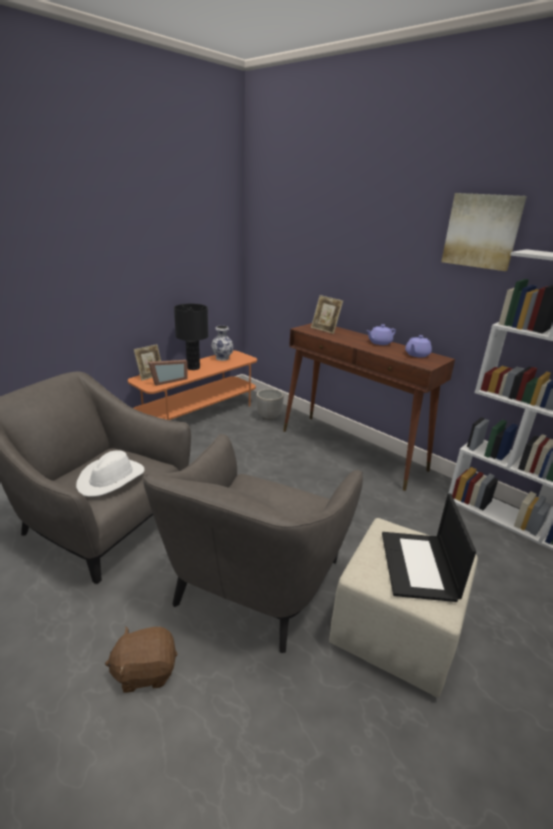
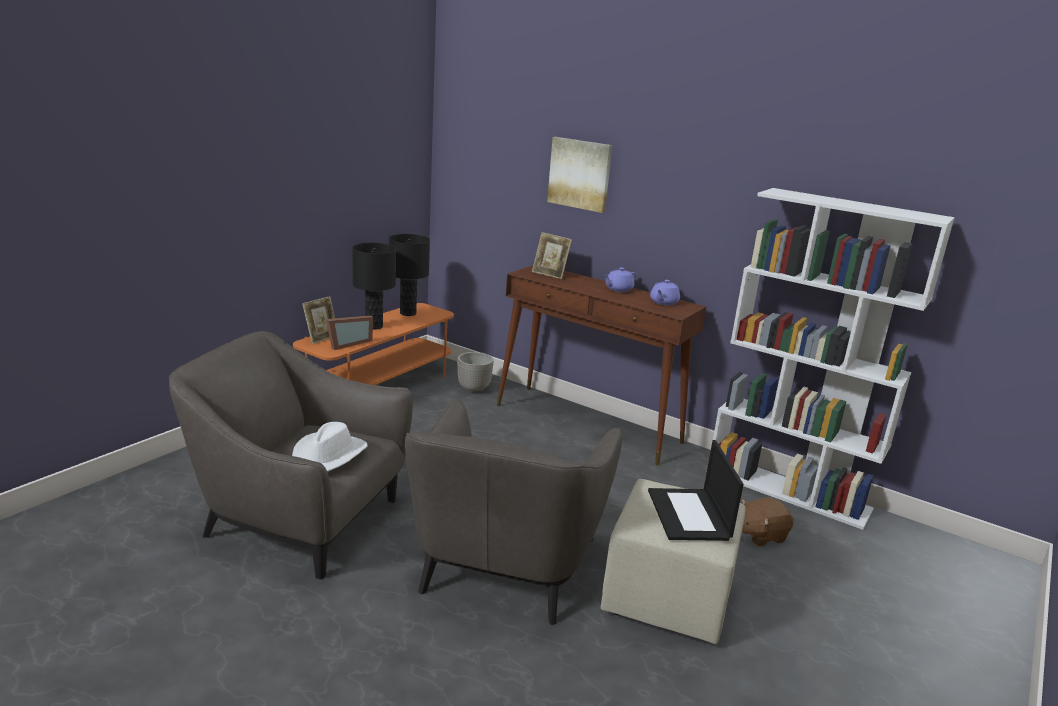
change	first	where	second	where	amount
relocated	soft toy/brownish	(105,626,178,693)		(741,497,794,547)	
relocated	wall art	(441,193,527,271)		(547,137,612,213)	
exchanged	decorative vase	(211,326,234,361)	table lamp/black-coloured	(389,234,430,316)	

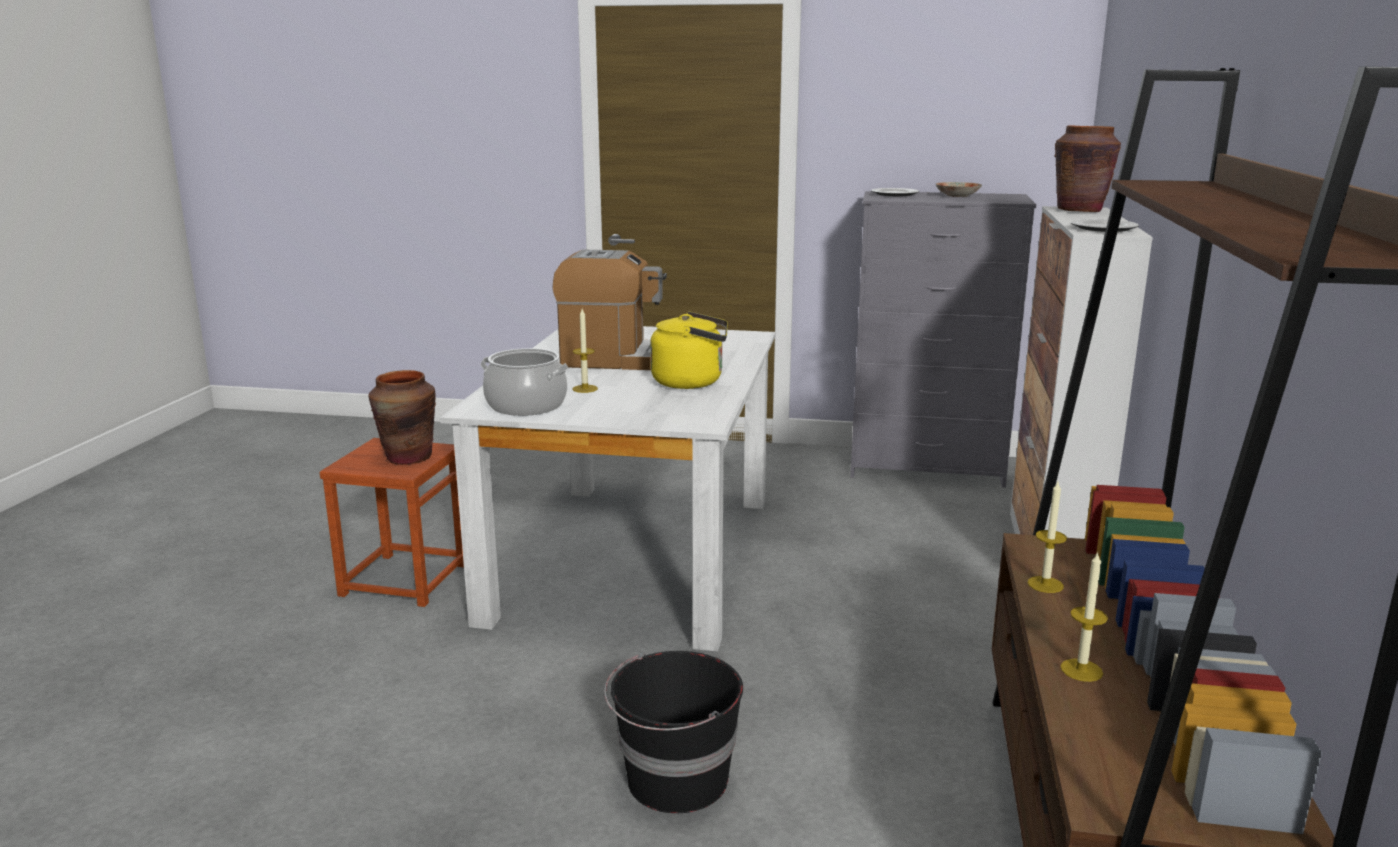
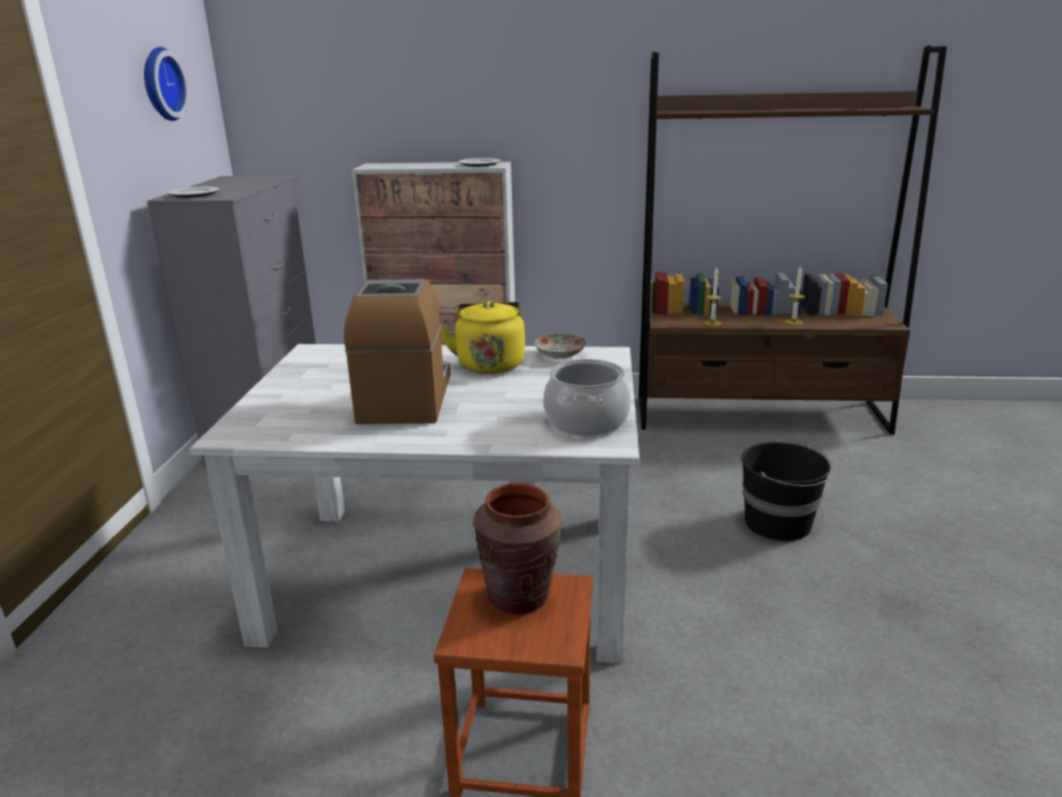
change	first	where	second	where	amount
missing	wax light	(572,309,598,393)			
missing	decorative vase/brownish	(1055,125,1121,212)			
appeared			wall clock	(144,47,189,121)	
relocated	flat dish	(936,182,982,197)		(534,334,586,359)	

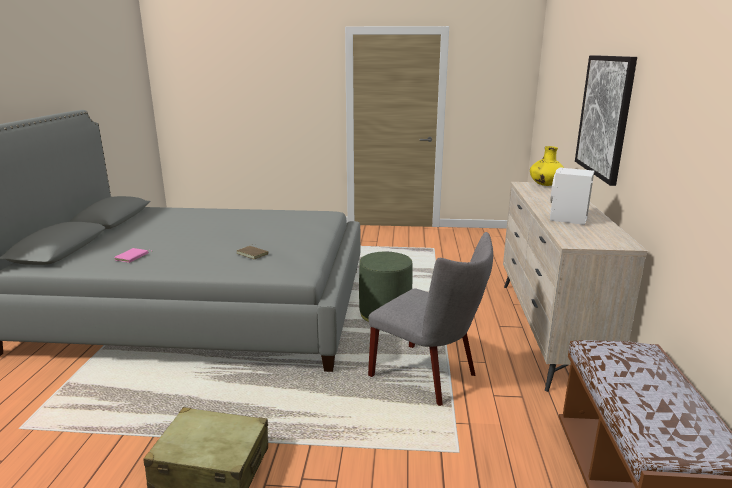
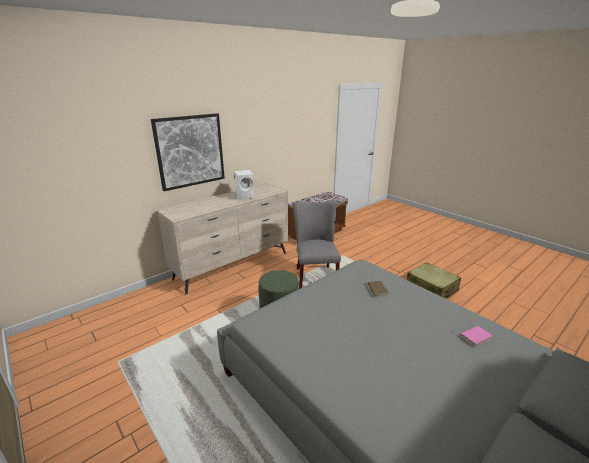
change	first	where	second	where	amount
missing	decorative vase/yellow	(530,146,564,186)			

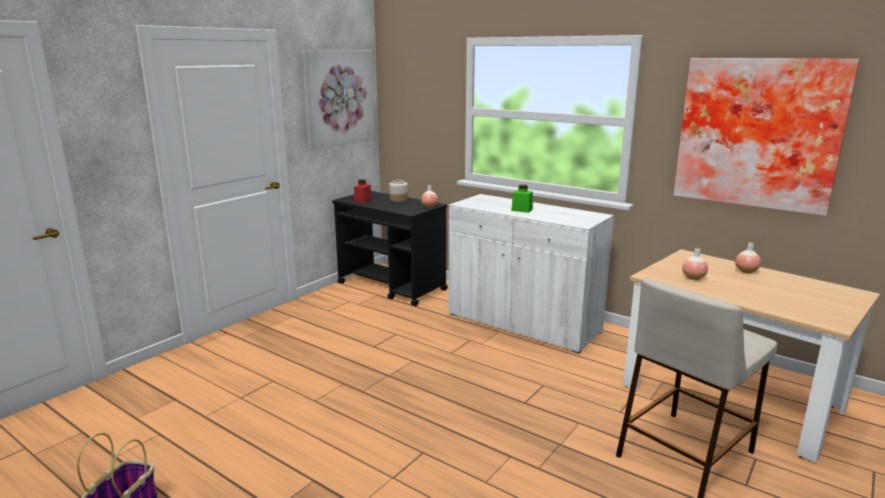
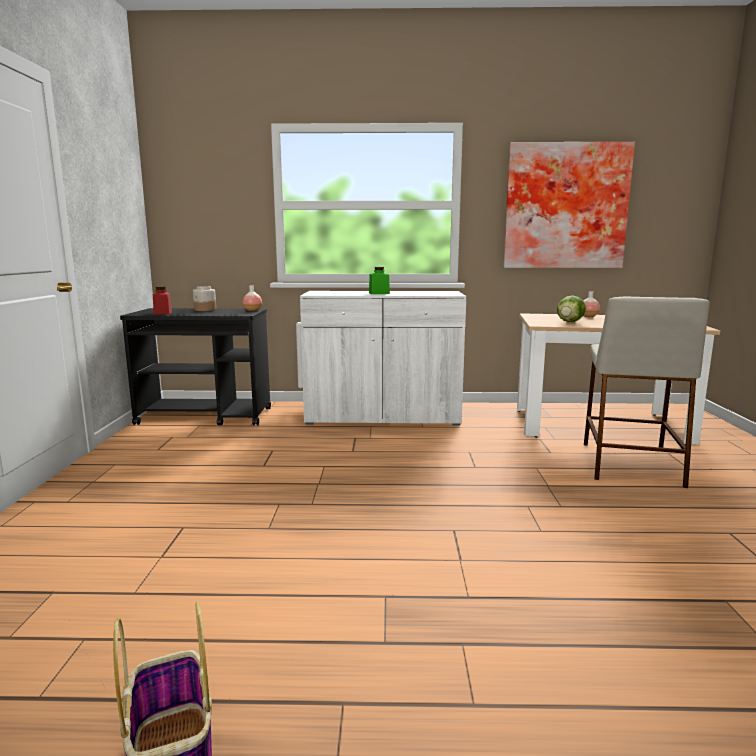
change	first	where	second	where	amount
missing	wall art	(301,50,375,150)			
exchanged	decorative vase	(682,248,708,280)	lettuce	(557,296,586,322)	

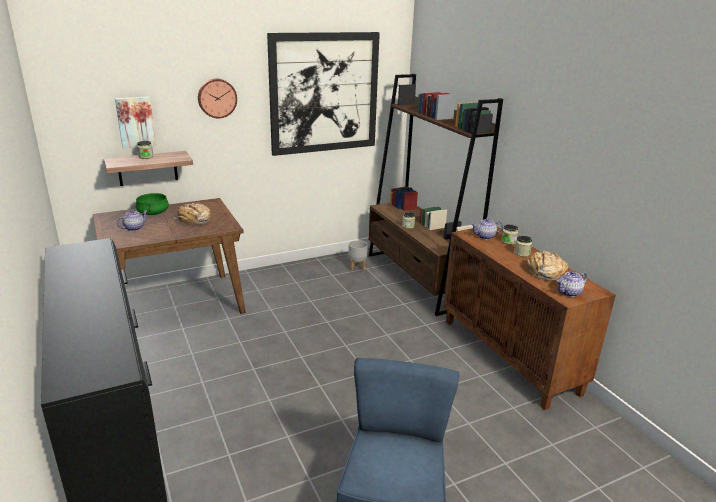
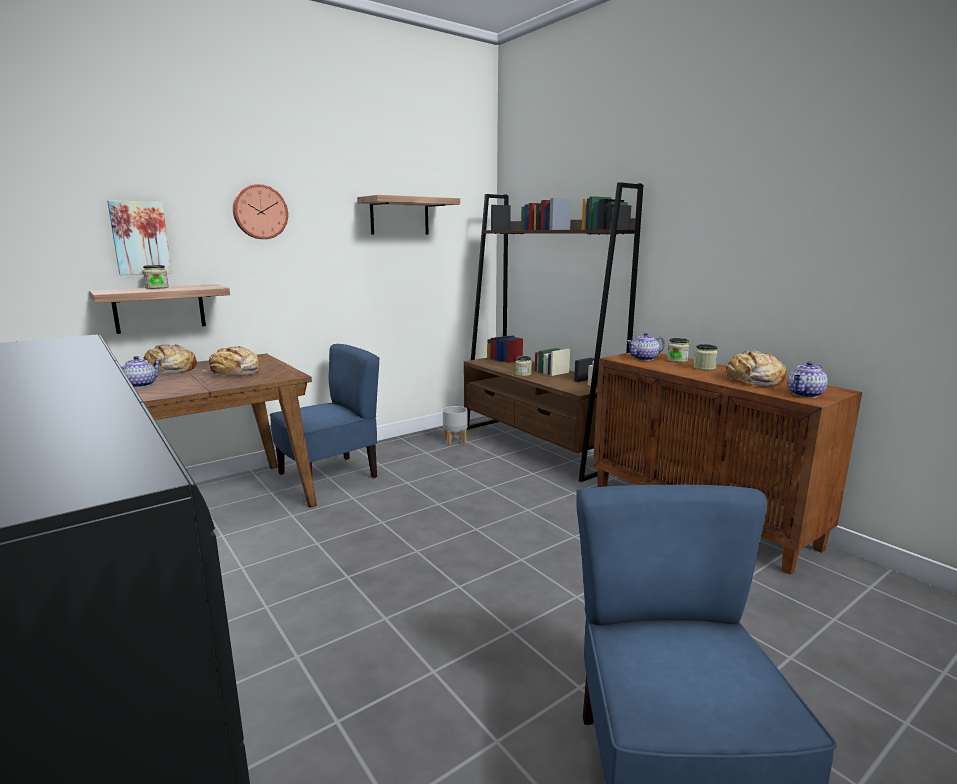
change	first	where	second	where	amount
appeared			chair/bluish	(270,344,379,478)	
exchanged	stockpot/greenish	(136,193,169,215)	baked bread	(144,344,197,374)	
exchanged	wall art	(267,32,380,156)	bracket shelf	(357,195,460,235)	

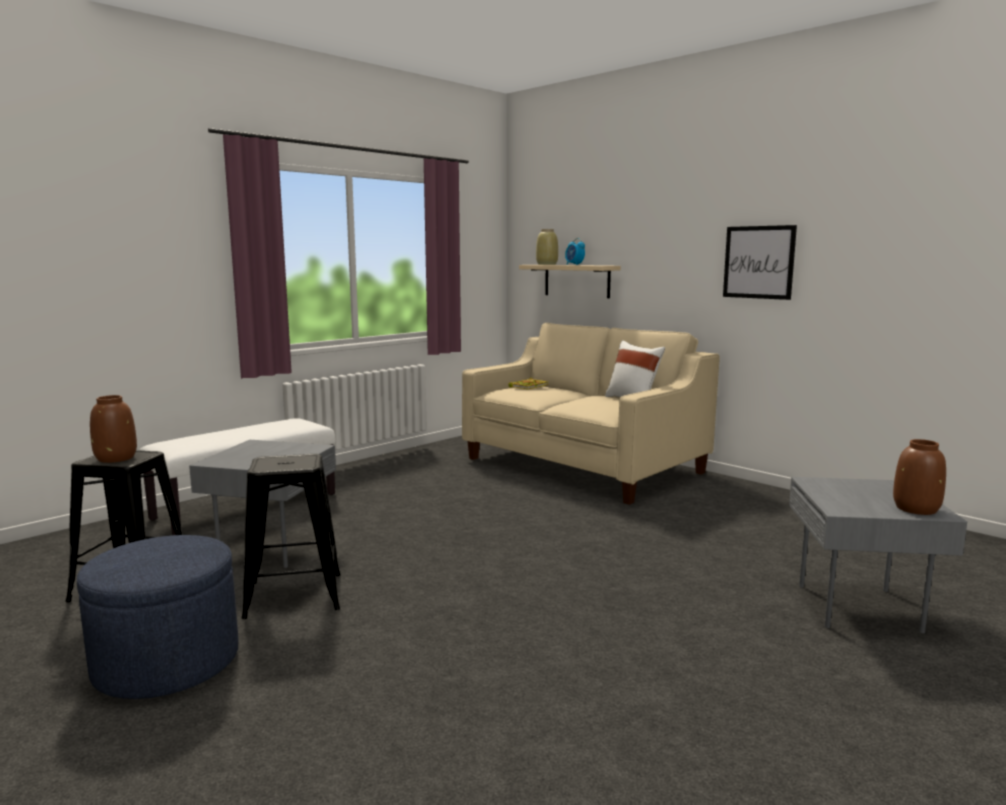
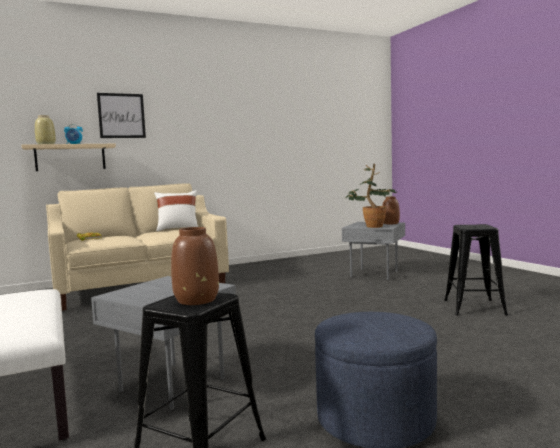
change	first	where	second	where	amount
appeared			plant in a pot	(346,164,396,228)	
relocated	stool/black-coloured	(241,454,341,619)		(444,224,508,316)	
relocated	wall art	(723,225,797,300)		(97,93,146,138)	

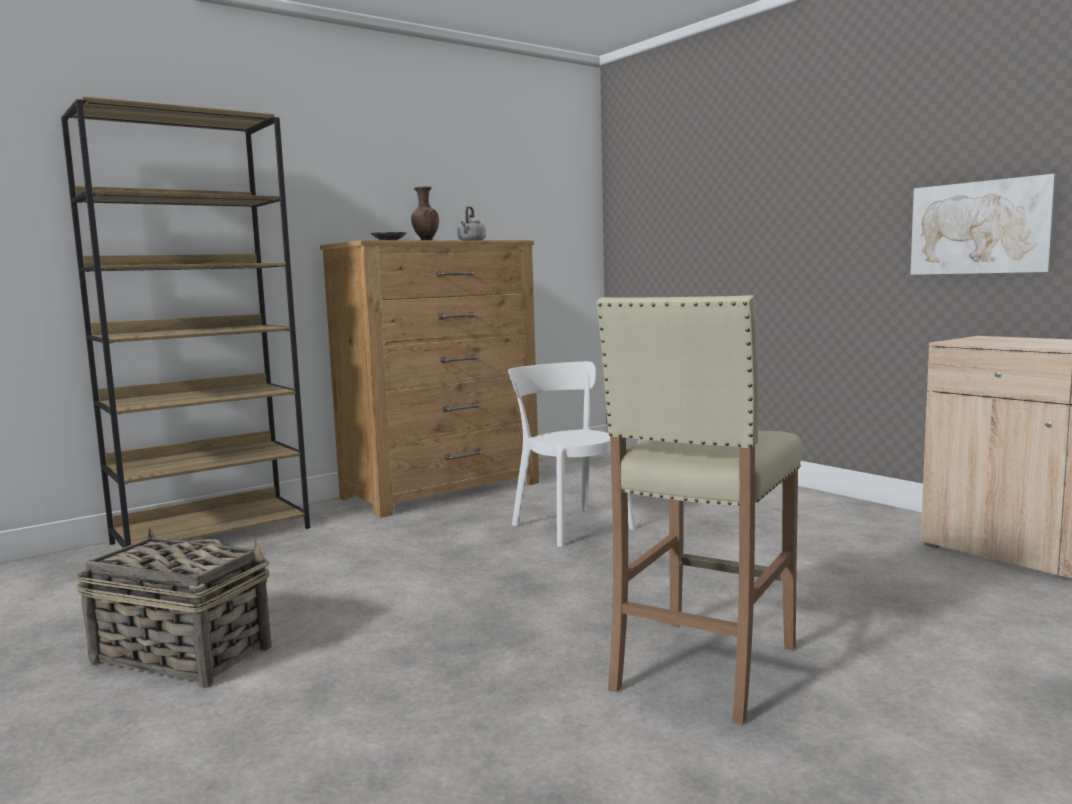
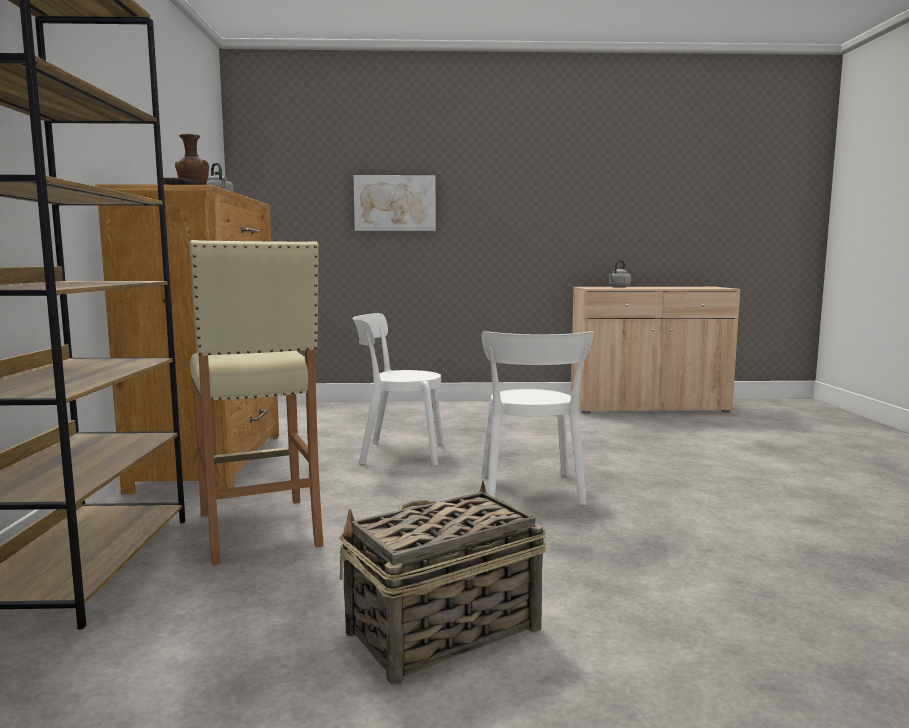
change	first	where	second	where	amount
appeared			chair/white	(481,331,594,505)	
appeared			water kettle/gray	(609,260,631,288)	
relocated	stool/beige-coloured	(597,295,802,725)		(190,240,324,565)	
relocated	wall art	(910,174,1058,275)		(354,175,436,231)	

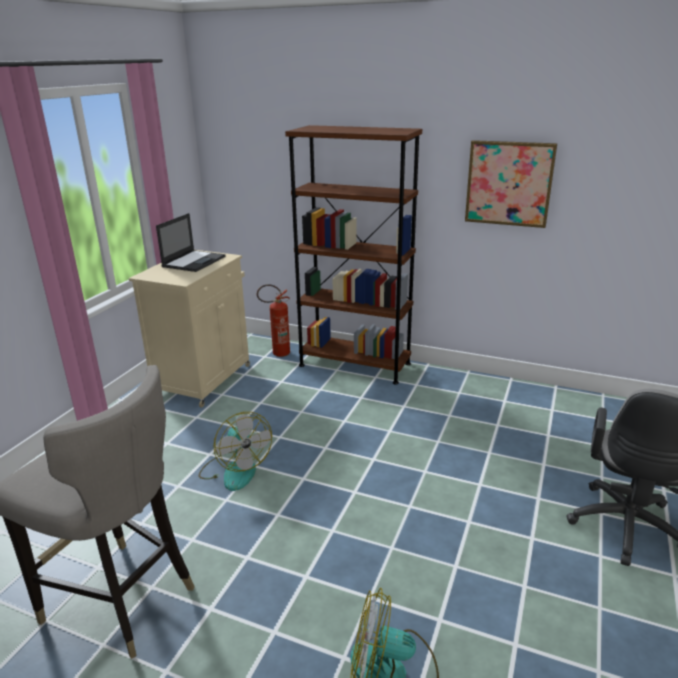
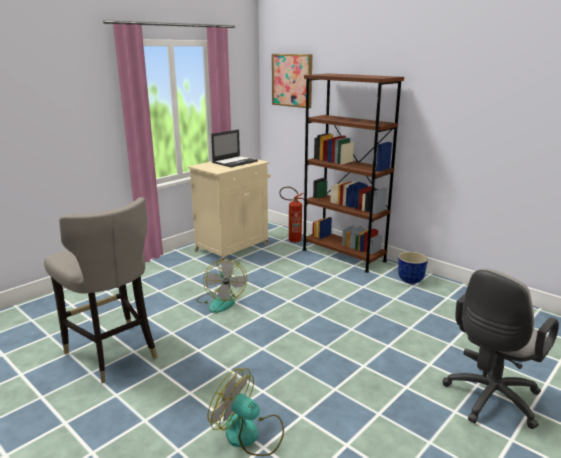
change	first	where	second	where	amount
appeared			planter	(398,252,428,284)	
relocated	wall art	(465,140,557,228)		(272,54,312,108)	

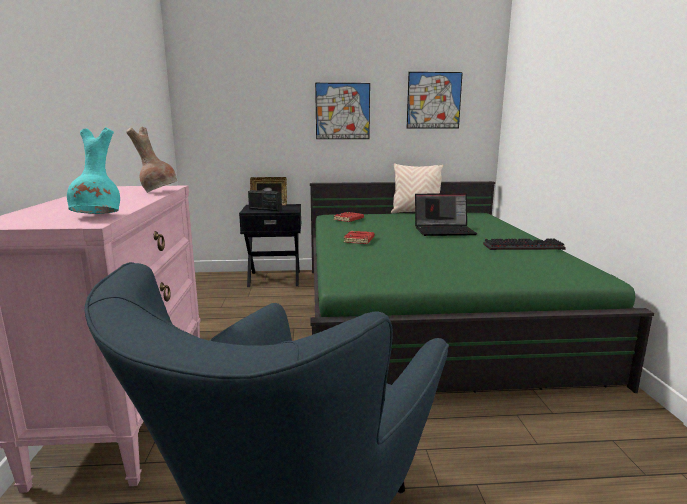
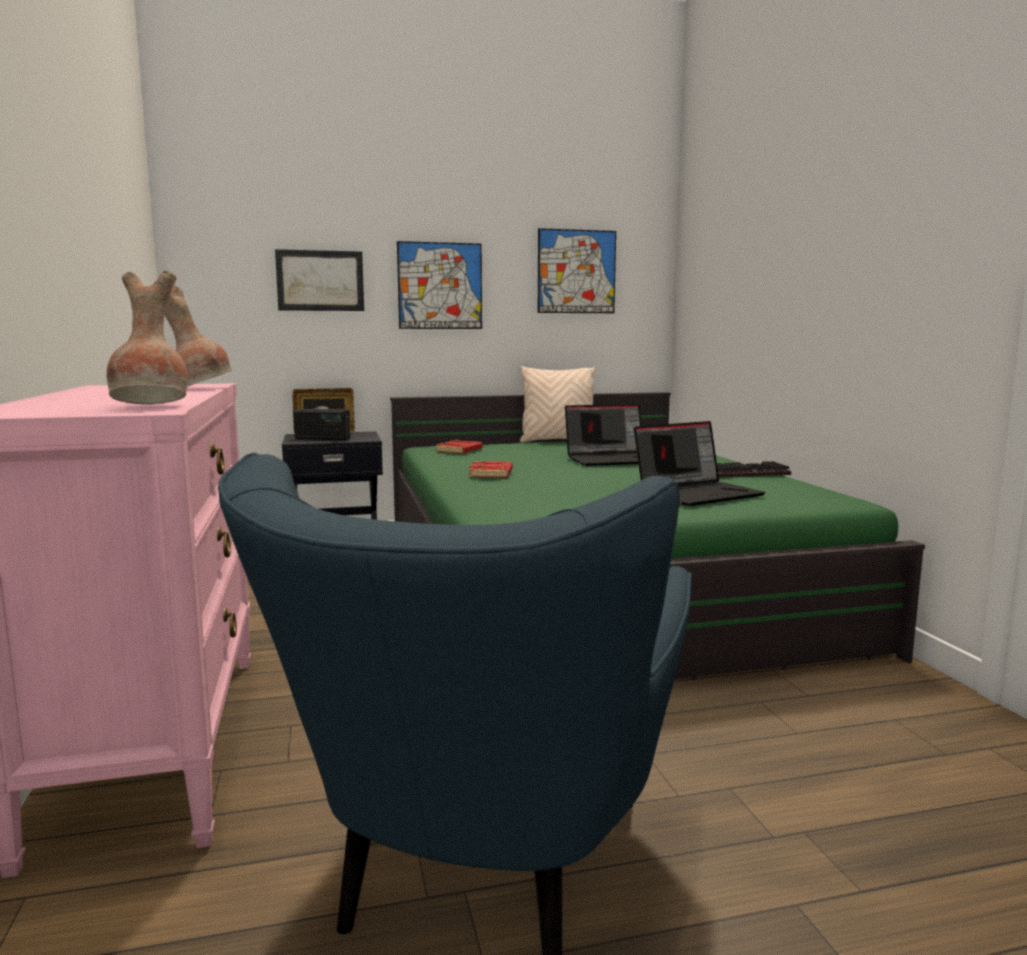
change	first	where	second	where	amount
appeared			wall art	(275,249,364,311)	
appeared			portable computer	(634,421,766,506)	
colour	decorative vase/turquoise	(67,127,120,214)	decorative vase/brownish	(106,270,188,405)	

